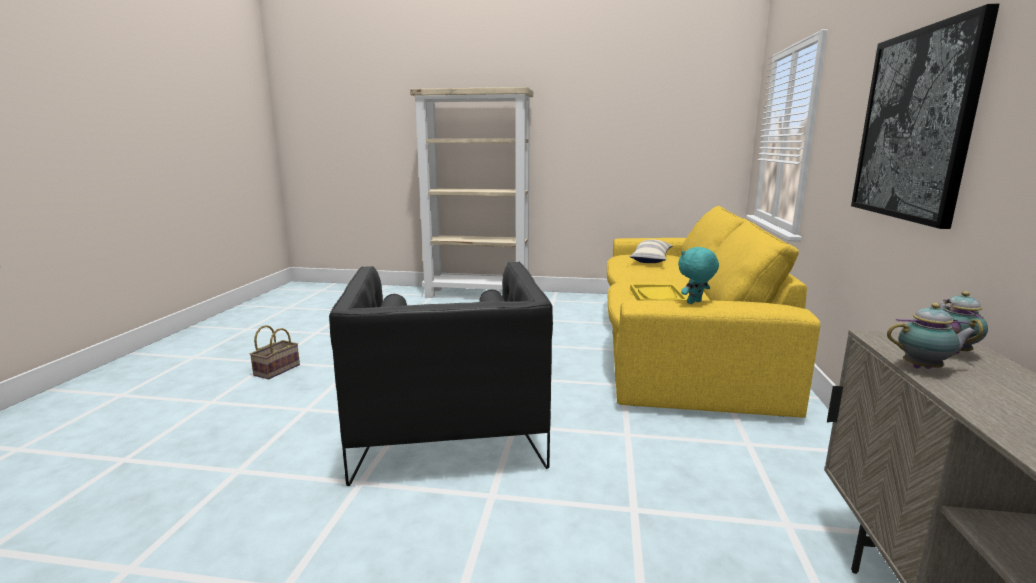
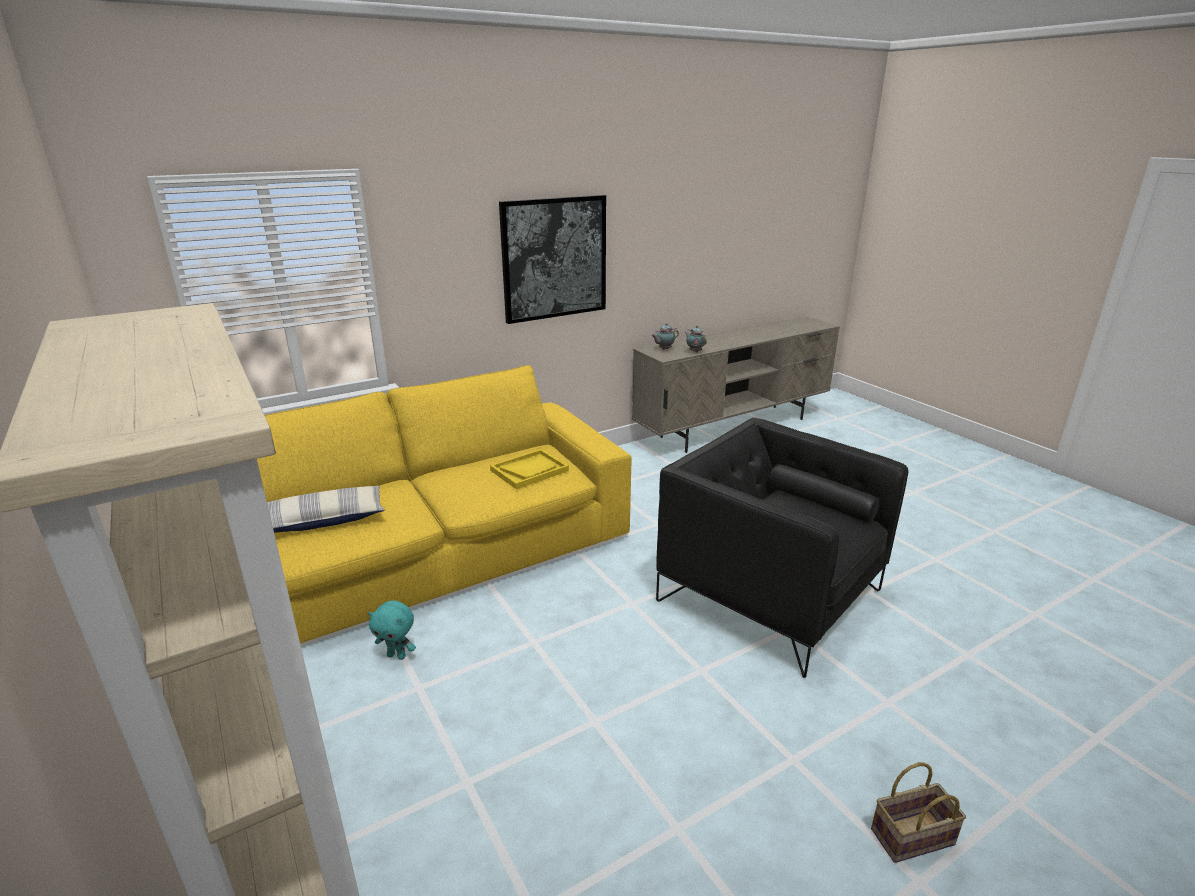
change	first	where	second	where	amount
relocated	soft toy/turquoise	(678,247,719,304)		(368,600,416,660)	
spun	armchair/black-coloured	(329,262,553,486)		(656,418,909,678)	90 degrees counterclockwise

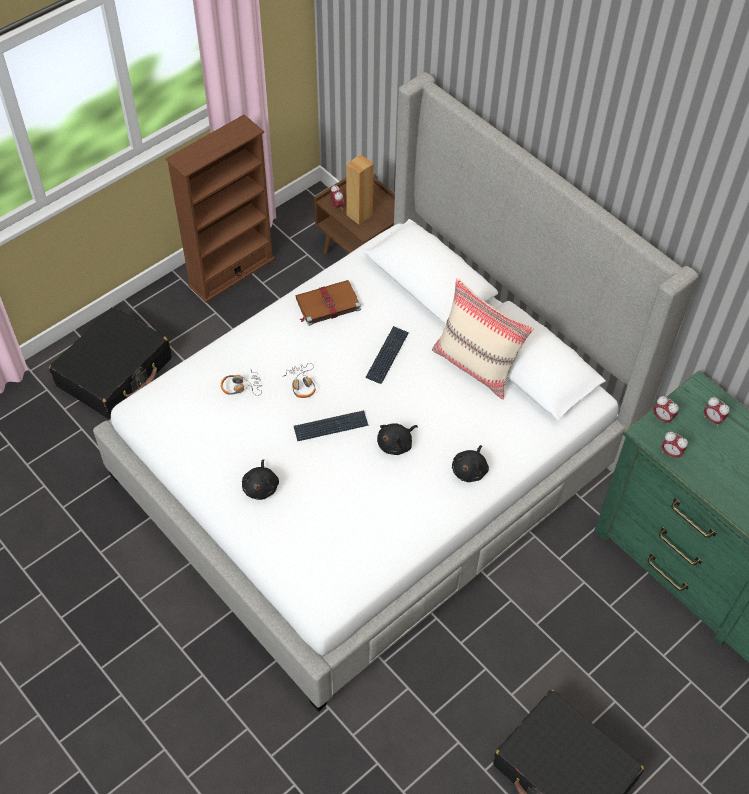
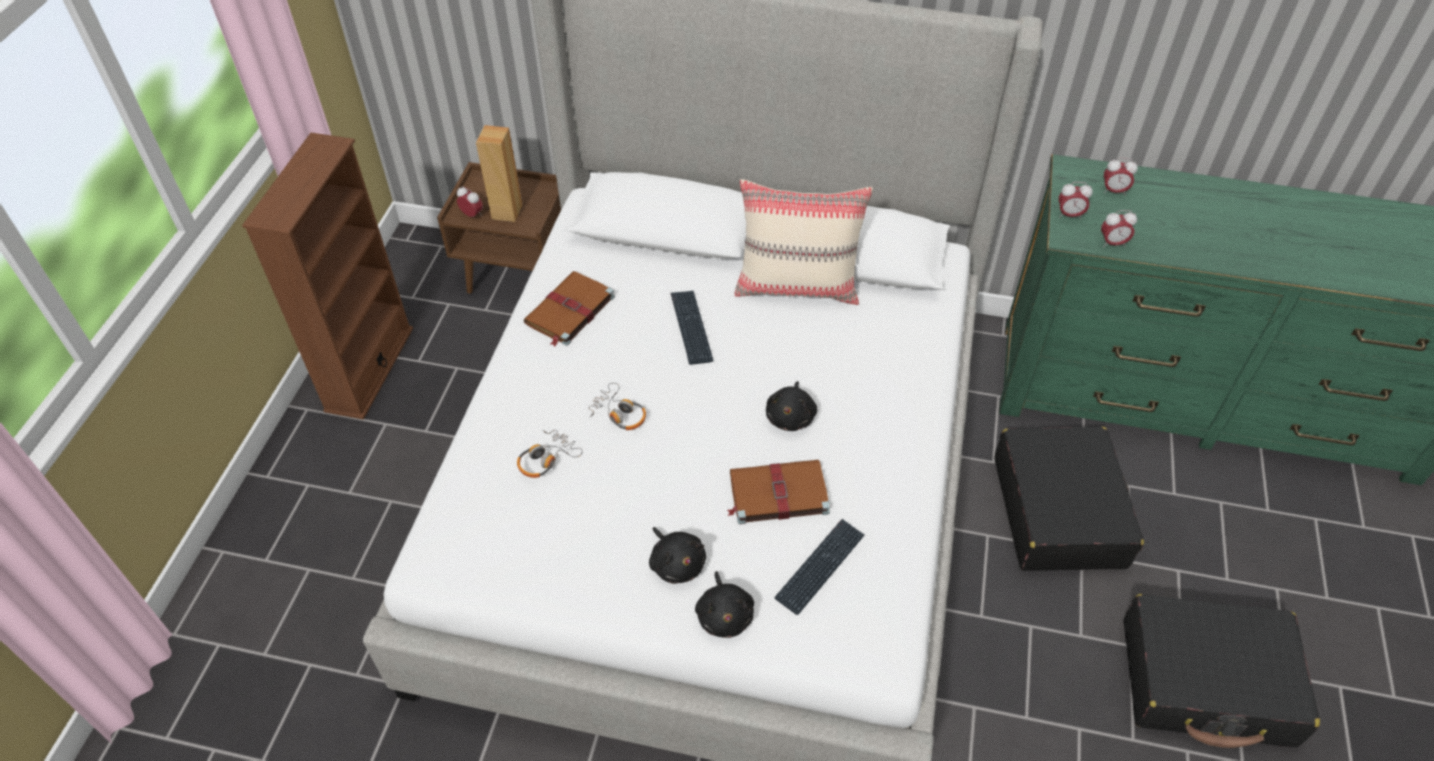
change	first	where	second	where	amount
appeared			bound book/brownish	(727,460,830,524)	
relocated	suitcase/black-coloured	(49,307,172,419)		(994,426,1144,571)	
relocated	computer keyboard	(294,410,369,441)		(775,519,865,615)	
relocated	soft toy/black-coloured	(452,445,489,482)		(695,571,754,638)	

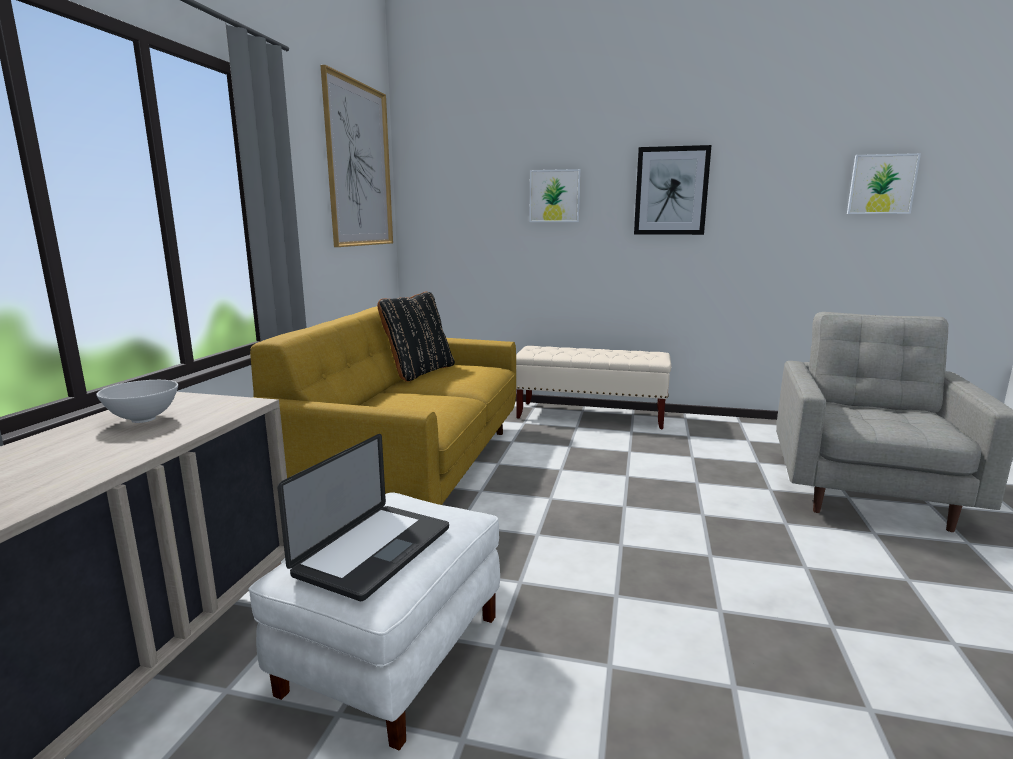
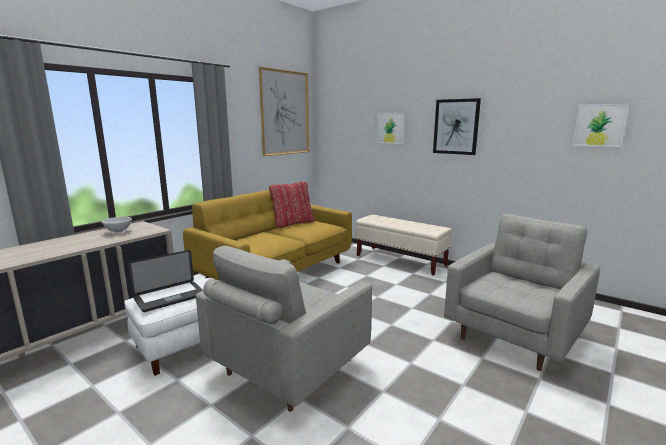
change	first	where	second	where	amount
appeared			armchair/gray	(196,246,372,412)	
colour	pillow/black-coloured	(377,292,455,382)	pillow/reddish	(269,181,314,228)	

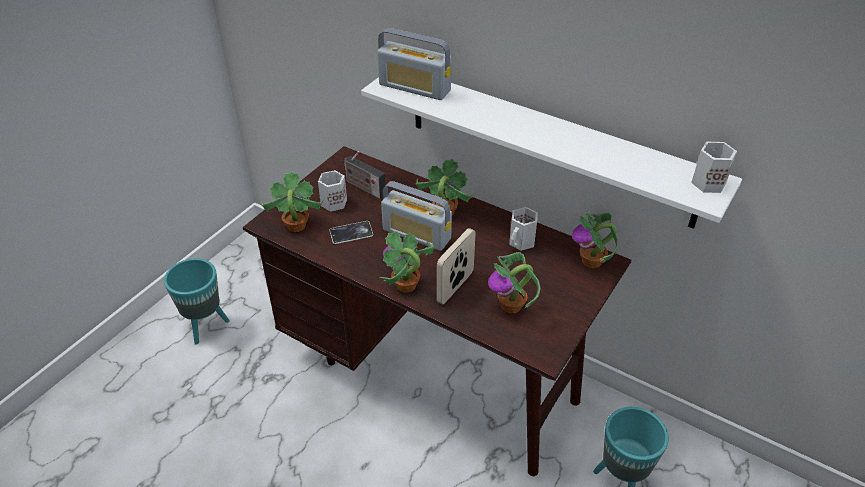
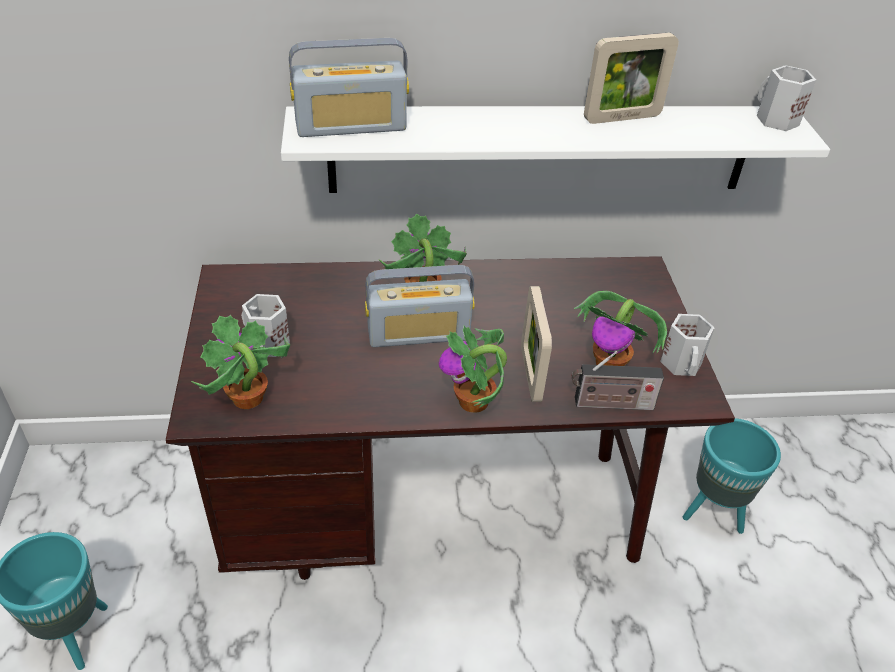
change	first	where	second	where	amount
missing	phone	(329,221,373,244)			
missing	plant in a pot	(572,212,618,268)			
appeared			standing frame	(584,33,679,124)	
relocated	radio	(343,151,385,199)		(572,351,664,410)	
relocated	coffee mug/white	(509,207,538,251)		(660,314,715,376)	

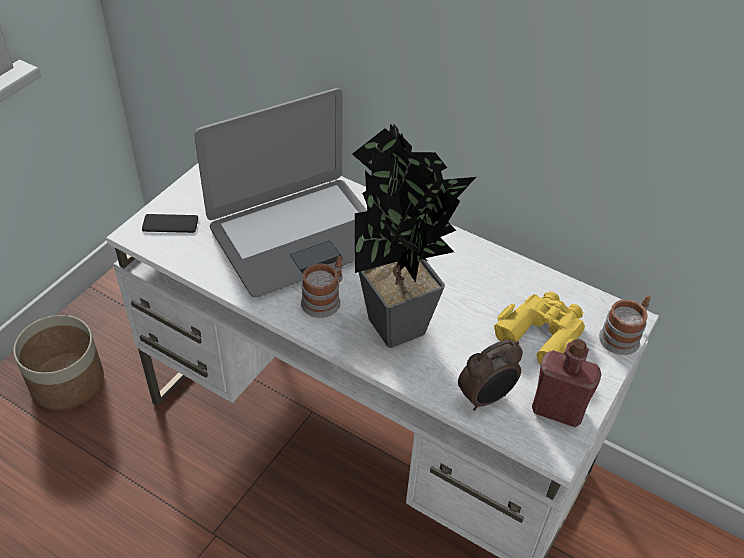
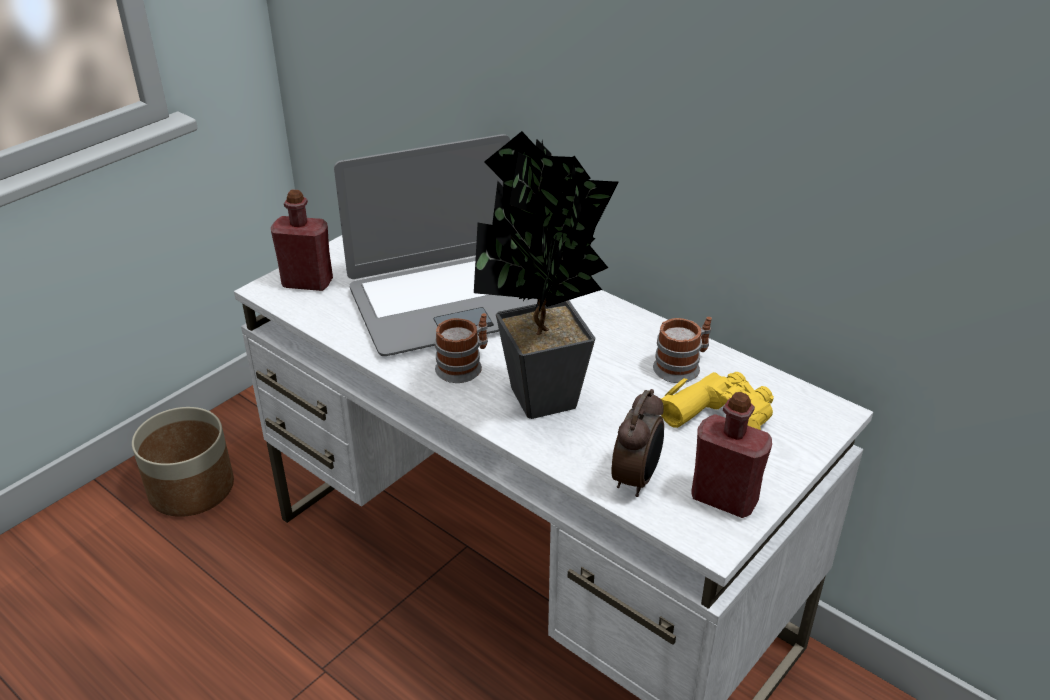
change	first	where	second	where	amount
relocated	coffee mug	(599,295,651,355)		(653,317,712,383)	
exchanged	phone	(142,214,198,233)	drink bottle/reddish	(271,190,333,291)	
spun	alarm clock	(458,339,523,411)		(612,389,664,497)	45 degrees counterclockwise

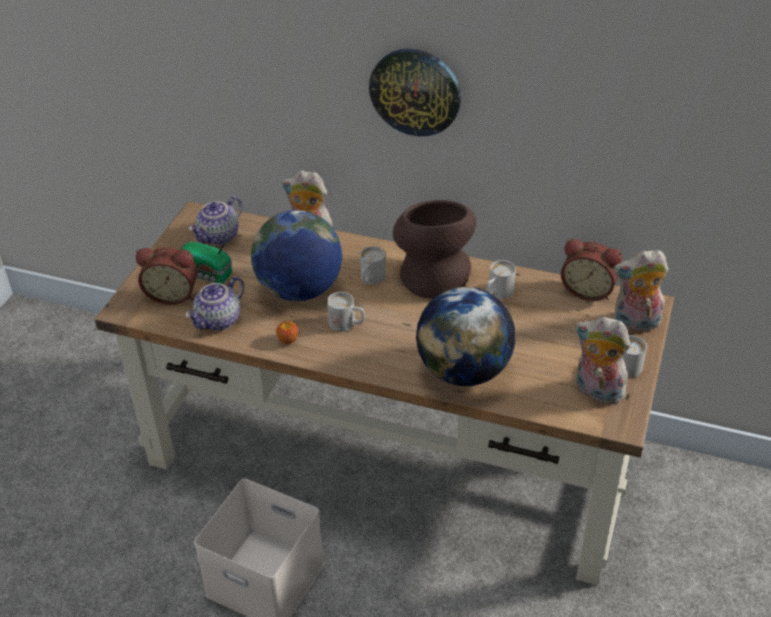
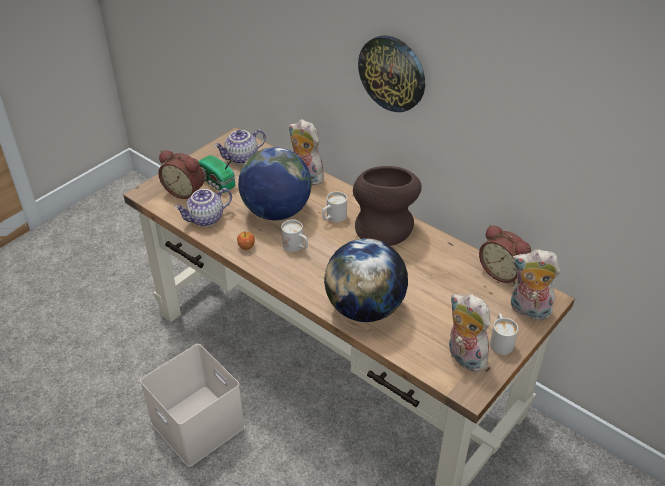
change	first	where	second	where	amount
missing	coffee mug/white	(486,260,516,299)			

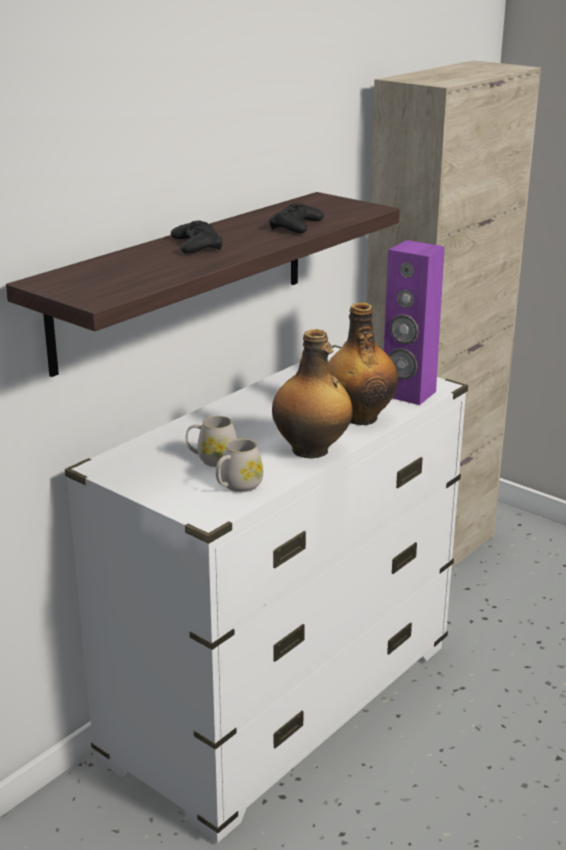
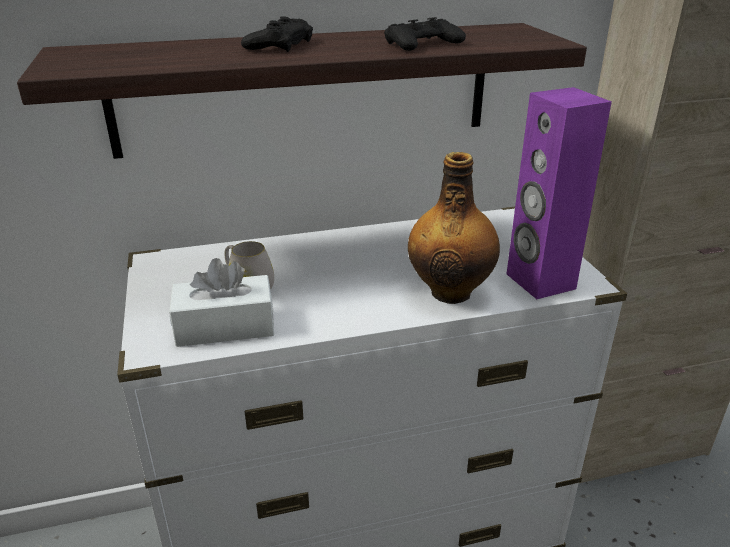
change	first	where	second	where	amount
missing	drink bottle	(272,329,353,459)			
exchanged	coffee mug/white	(216,438,263,492)	box of tissues/white	(169,258,274,347)	

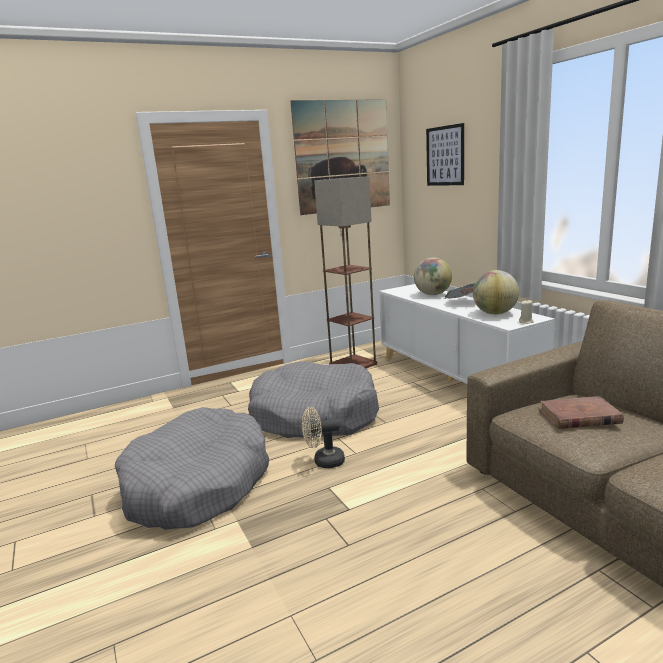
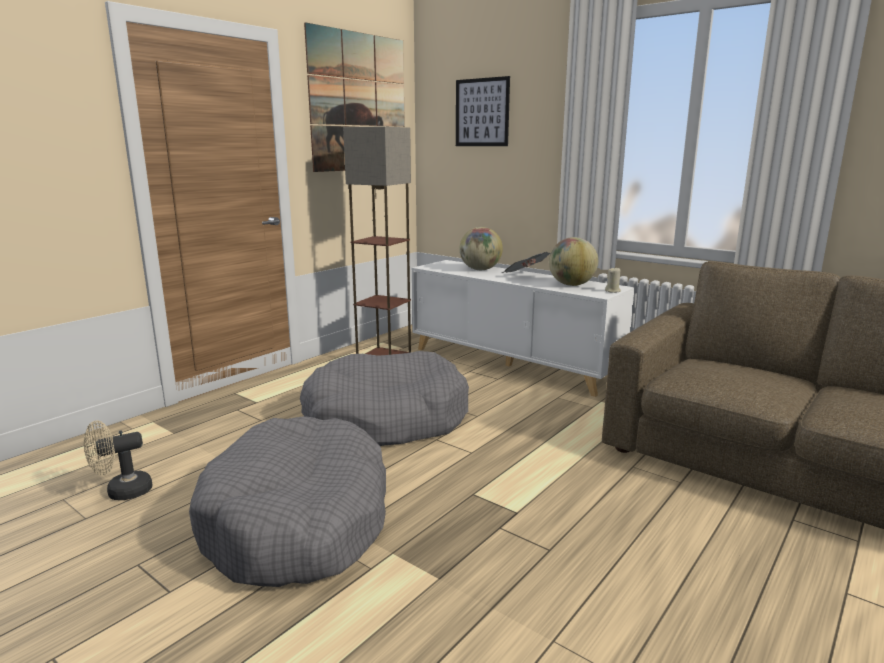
change	first	where	second	where	amount
missing	bound book/brownish	(538,396,624,429)			
relocated	electric fan/beige-coloured	(302,407,345,468)		(84,421,152,500)	

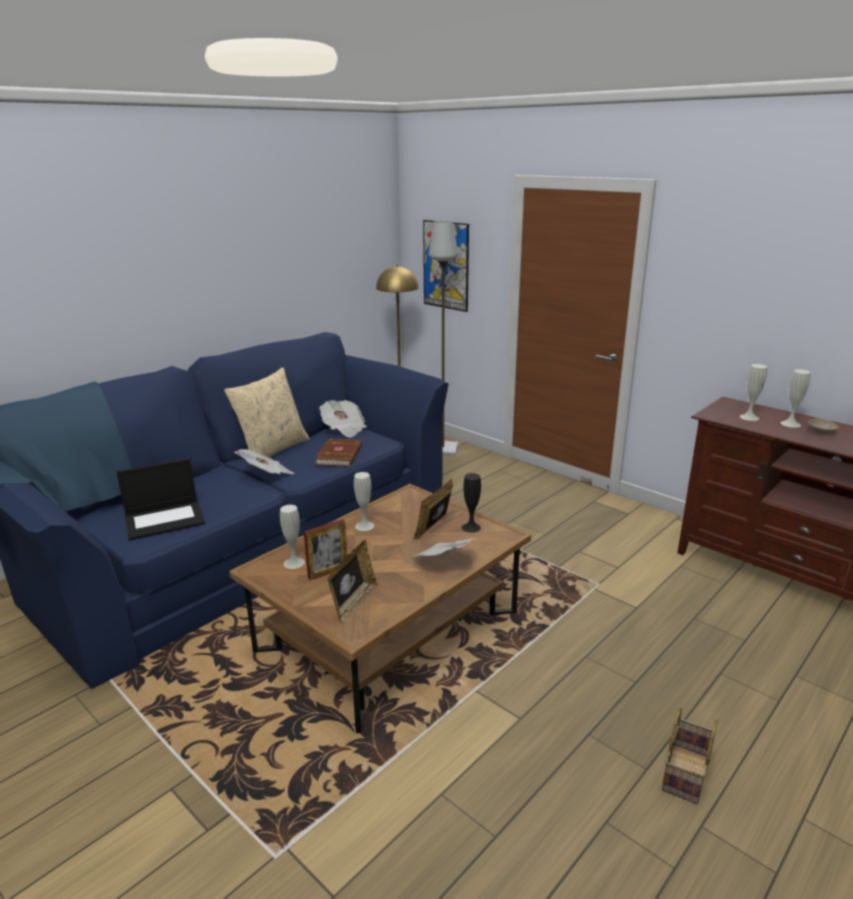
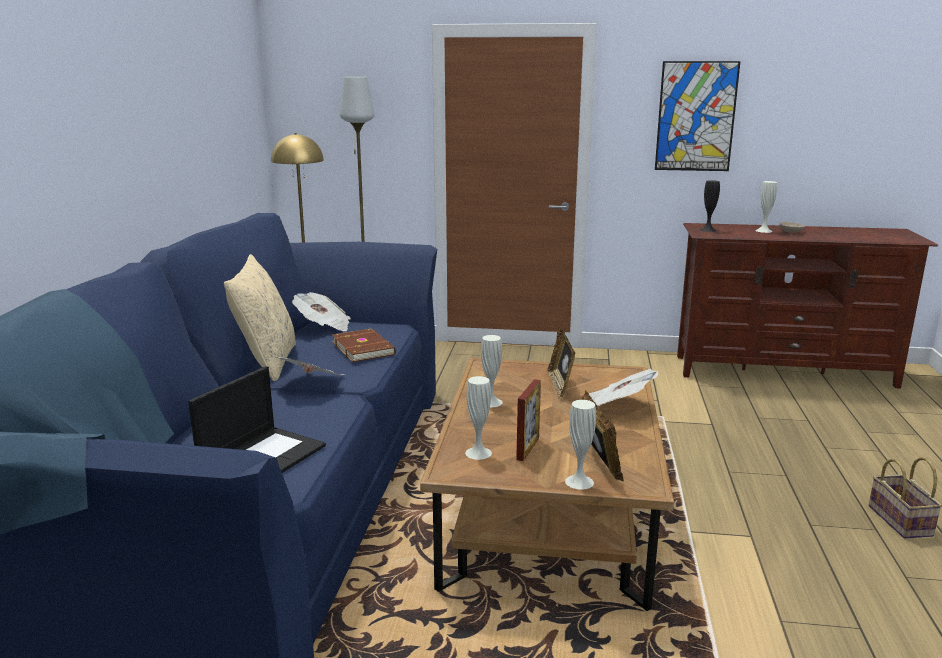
change	first	where	second	where	amount
relocated	wall art	(423,220,469,312)		(655,61,741,171)	
relocated	decorative vase/black-coloured	(462,473,481,533)		(700,180,720,232)	
relocated	decorative vase/white	(740,364,767,421)		(565,400,596,490)	

